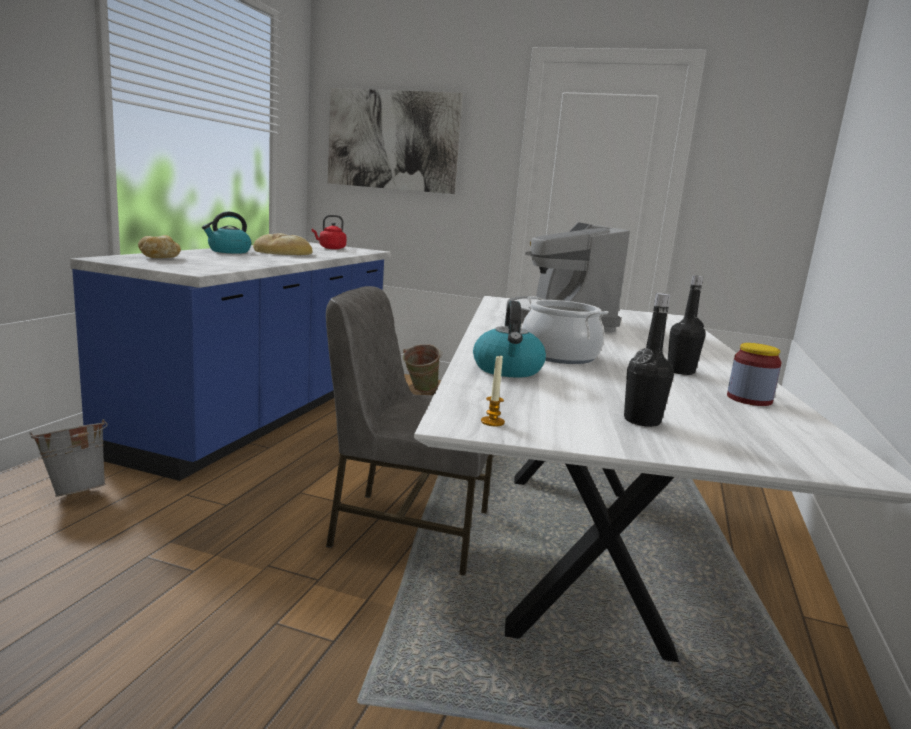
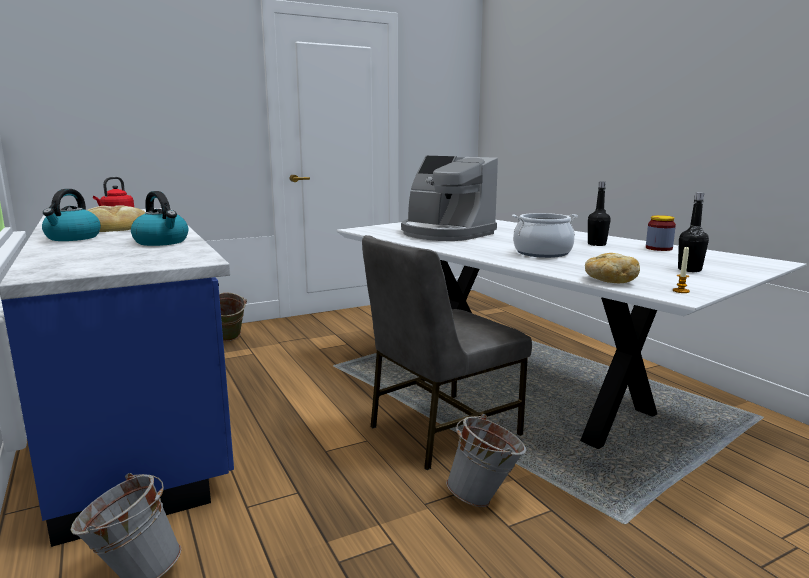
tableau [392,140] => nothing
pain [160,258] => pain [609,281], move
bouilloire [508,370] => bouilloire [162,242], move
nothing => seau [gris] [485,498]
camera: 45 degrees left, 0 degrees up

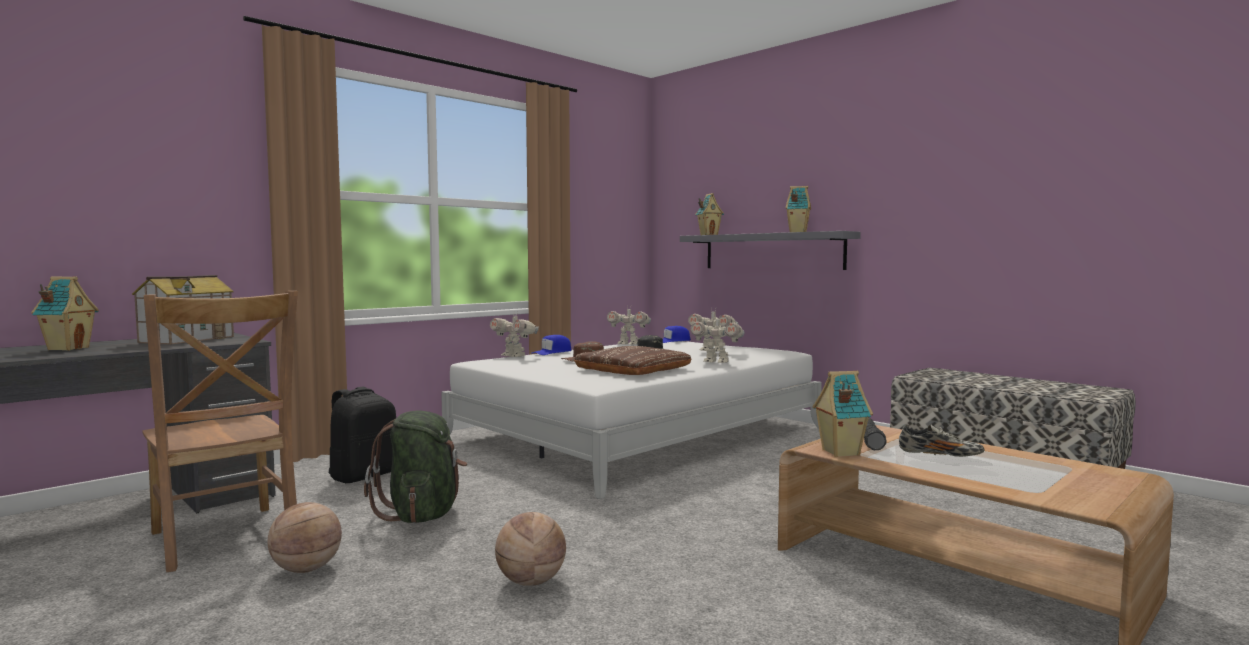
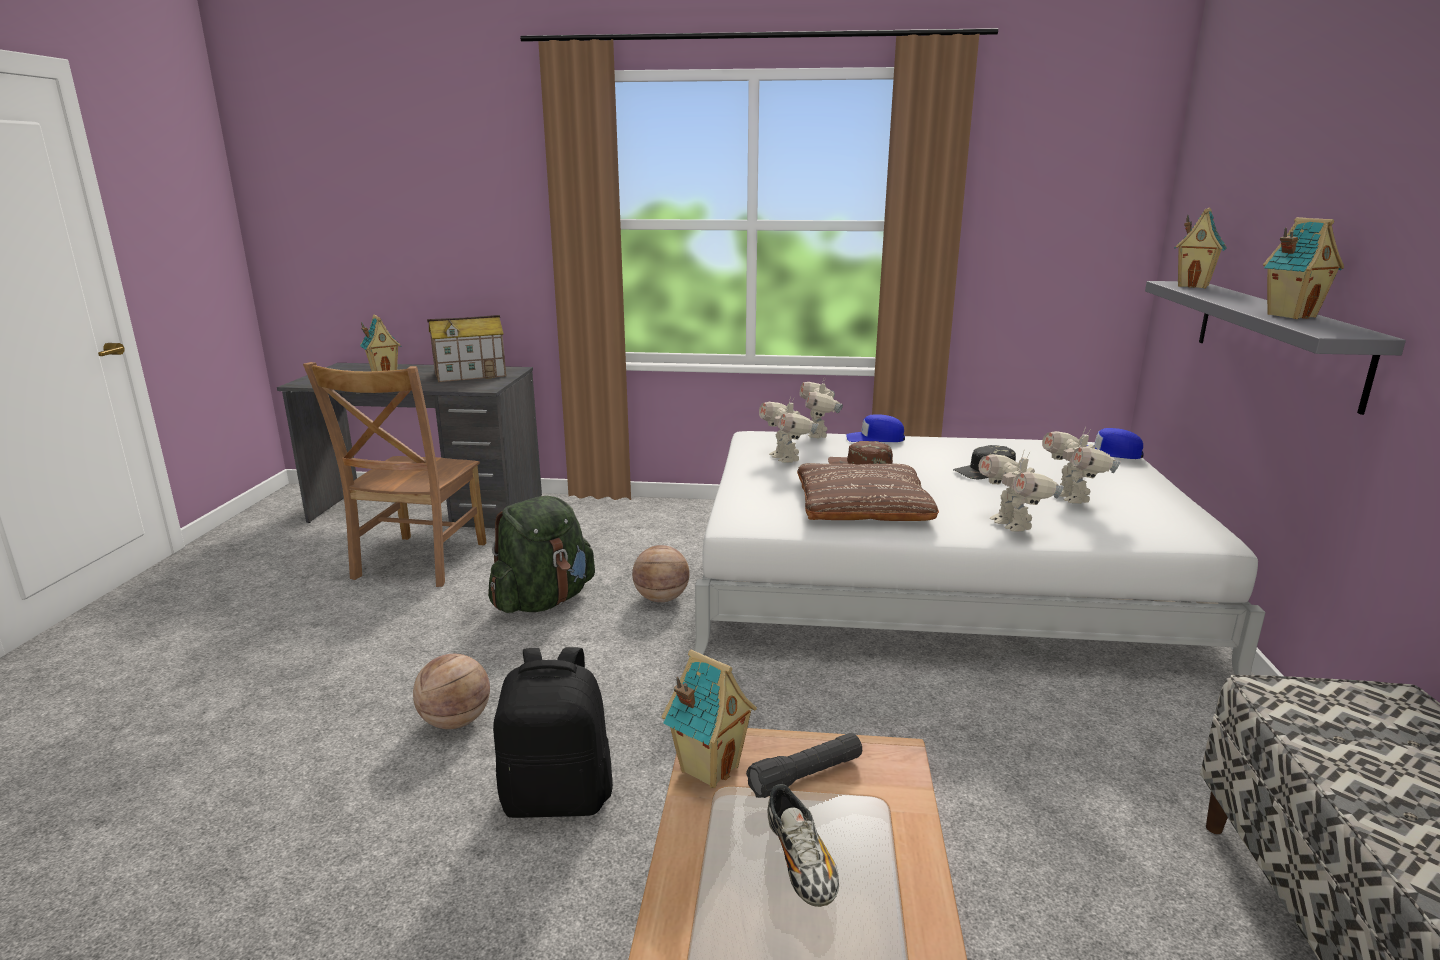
robot jouet [628,344] => robot jouet [786,459], move
sac à dos [noir] [363,475] => sac à dos [noir] [558,796], move
ballon de basket [306,569] => ballon de basket [661,598], move
camera: 50 degrees right, 15 degrees up

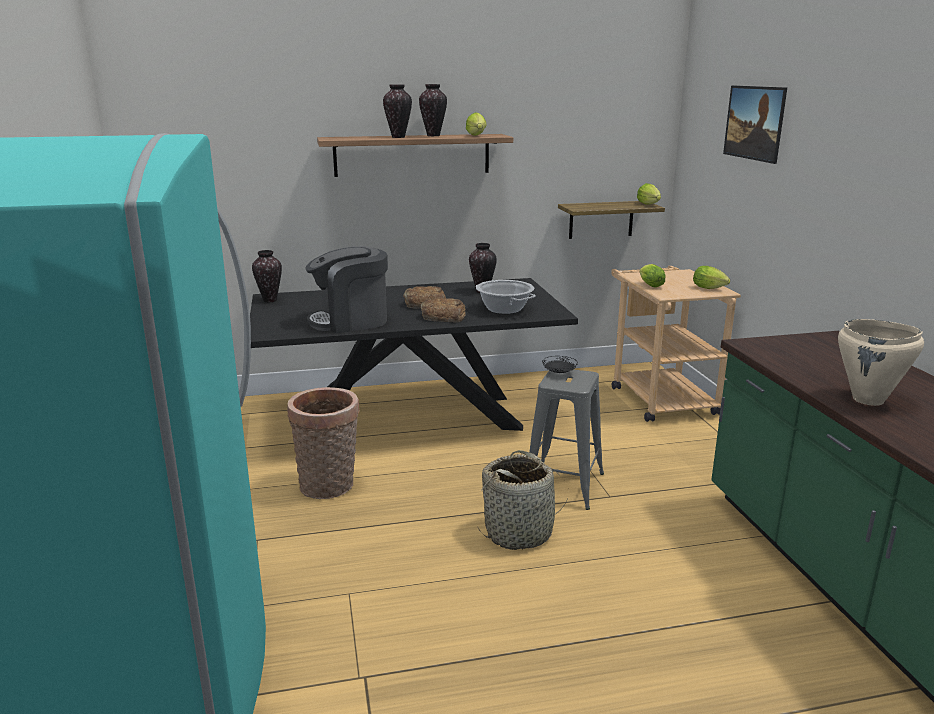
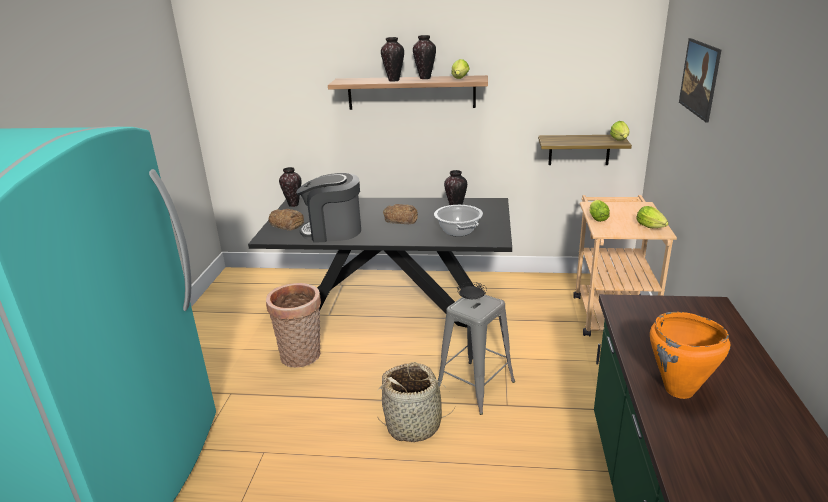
pain [443,316] => pain [287,223], move
marmite [beige] [868,400] => marmite [orange] [679,390]
camera: 20 degrees right, 5 degrees up

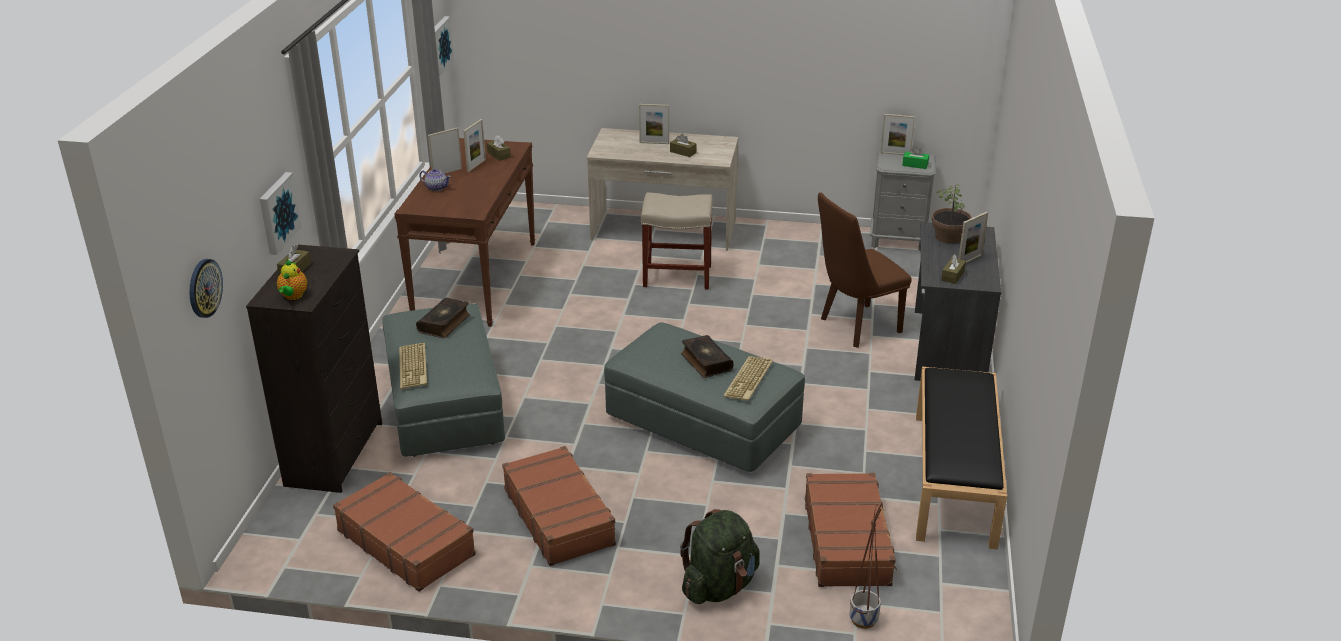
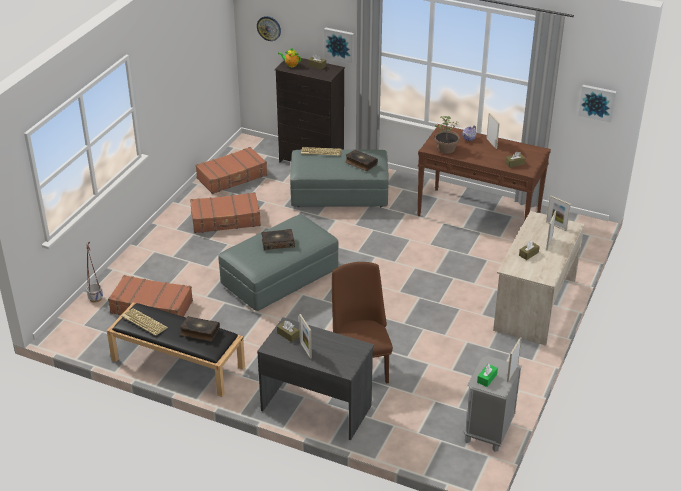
cadre photo [476,165] => cadre photo [556,226], move
plante en pot [949,236] => plante en pot [446,149], move
tabouret [beige] [676,276] => nothing
clavier [749,380] => clavier [143,322], move
sac à dos [vert] [719,586] => nothing
nothing => livre [200,332]
camera: 105 degrees right, 5 degrees up

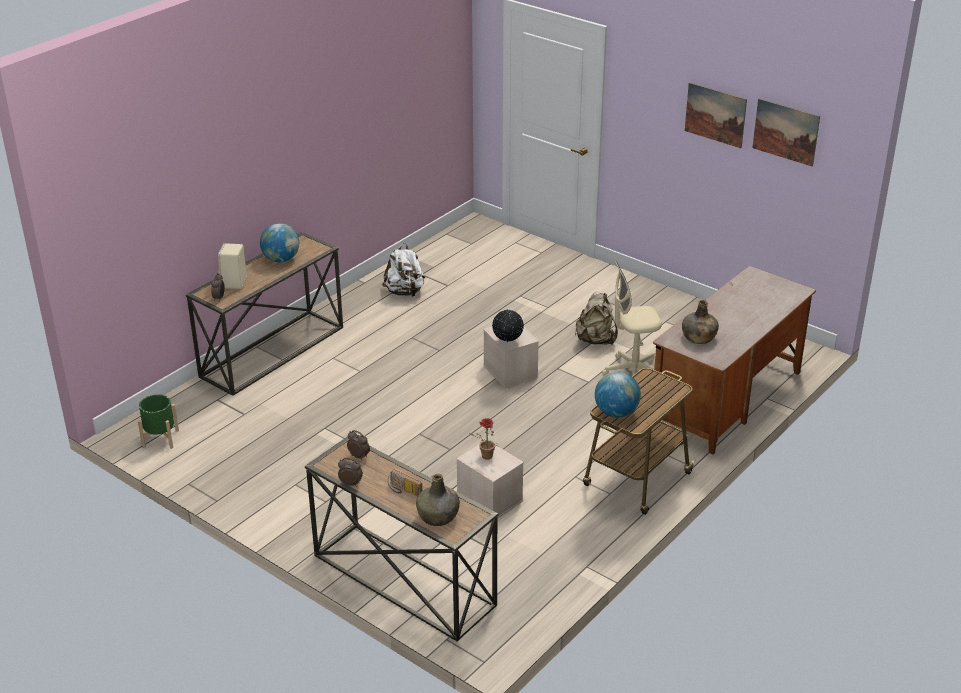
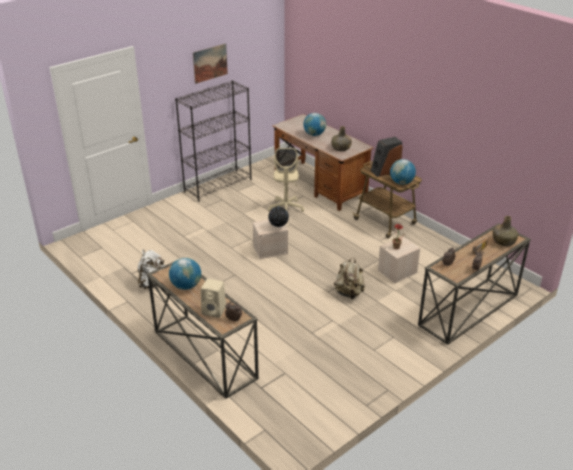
tableau [785,132] => nothing
sac à dos [beige] [596,340] => sac à dos [beige] [349,293], move
cache-pot [vert] [160,439] => nothing
nothing => bibliothèque [noir] [218,185]
nothing => globe [314,134]
nothing => enceinte [385,171]
camera: 80 degrees left, 0 degrees up

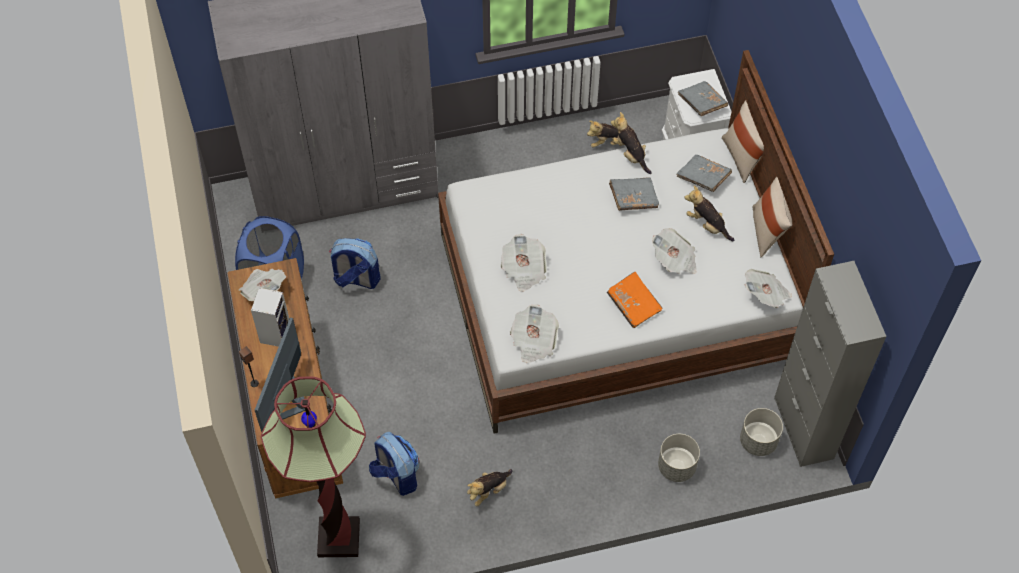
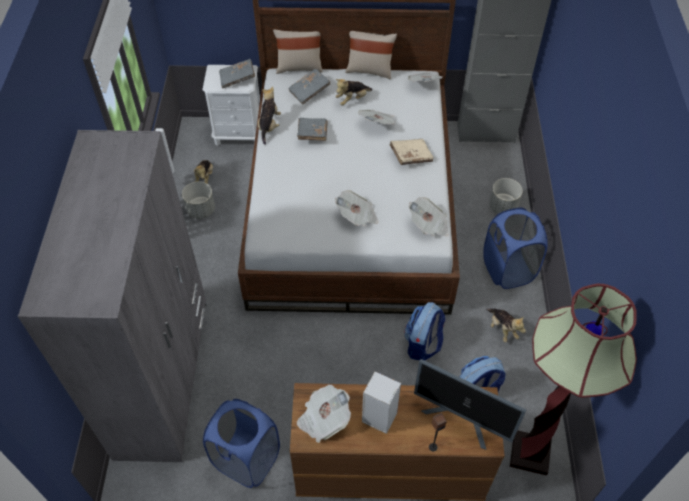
peluche [630,154] => peluche [269,126], 120 degrees clockwise
sac à dos [356,279] => sac à dos [423,344], move
livre [orange] [633,304] => livre [beige] [411,156]
cache-pot [gris] [758,441] => cache-pot [gris] [200,210], move
nothing => panier à linge [bleu] [508,269]
camera: 75 degrees left, 5 degrees down

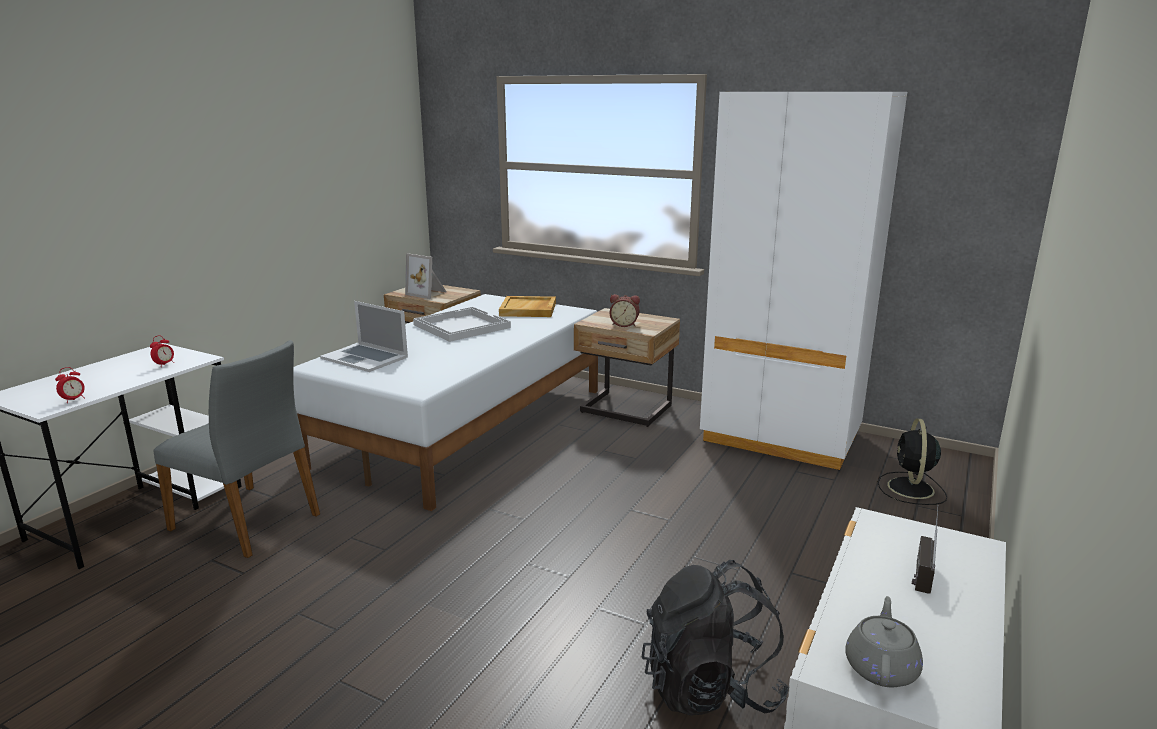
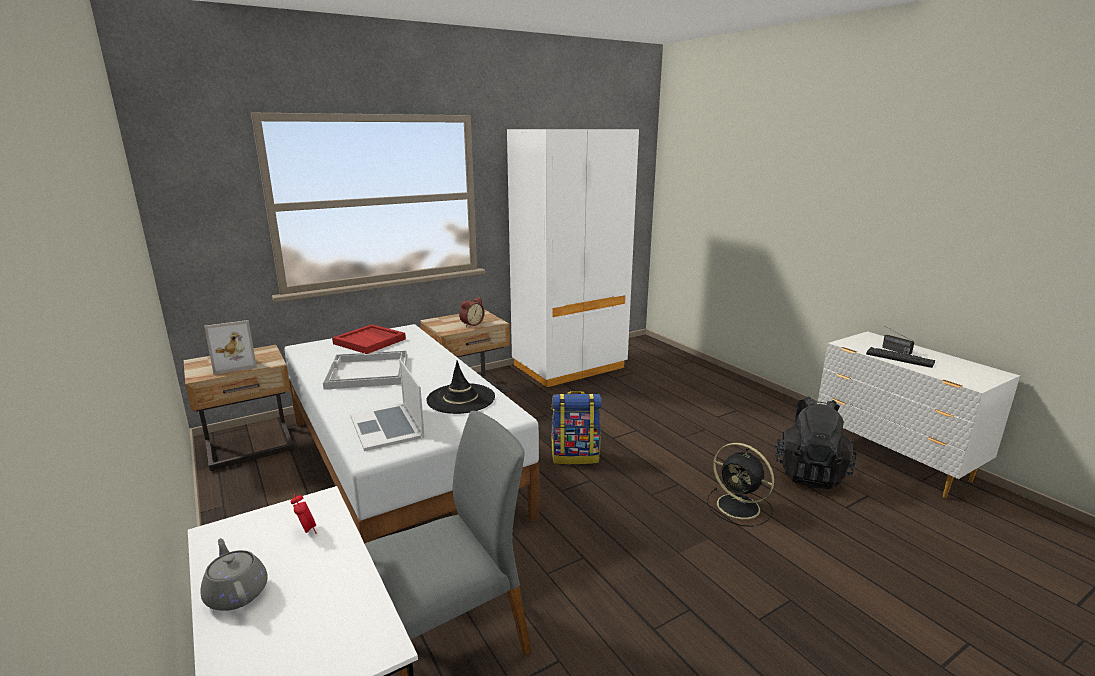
plateau [beige] [528,309] => plateau [rouge] [370,341]
ordinateur portable [365,357] => ordinateur portable [387,426], 90 degrees clockwise
réveil [74,400] => nothing
ventilateur [noir] [911,489] => ventilateur [noir] [740,507], move
théière [gris] [881,667] => théière [gris] [236,593], move
nothing => clavier [899,358]
nothing => chapeau [noir] [461,399]
nothing => sac à dos [575,456]
camera: 60 degrees left, 0 degrees up

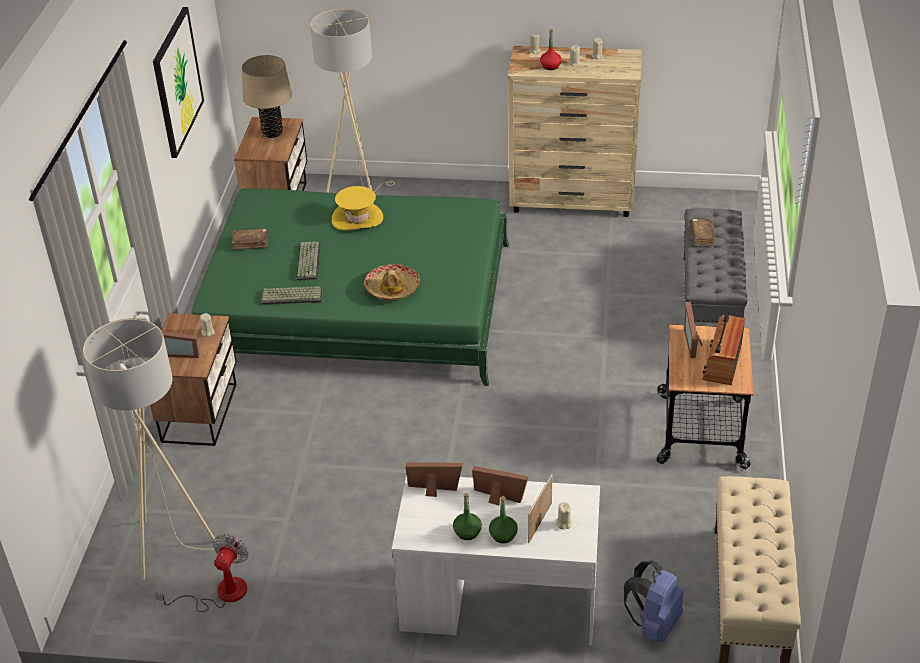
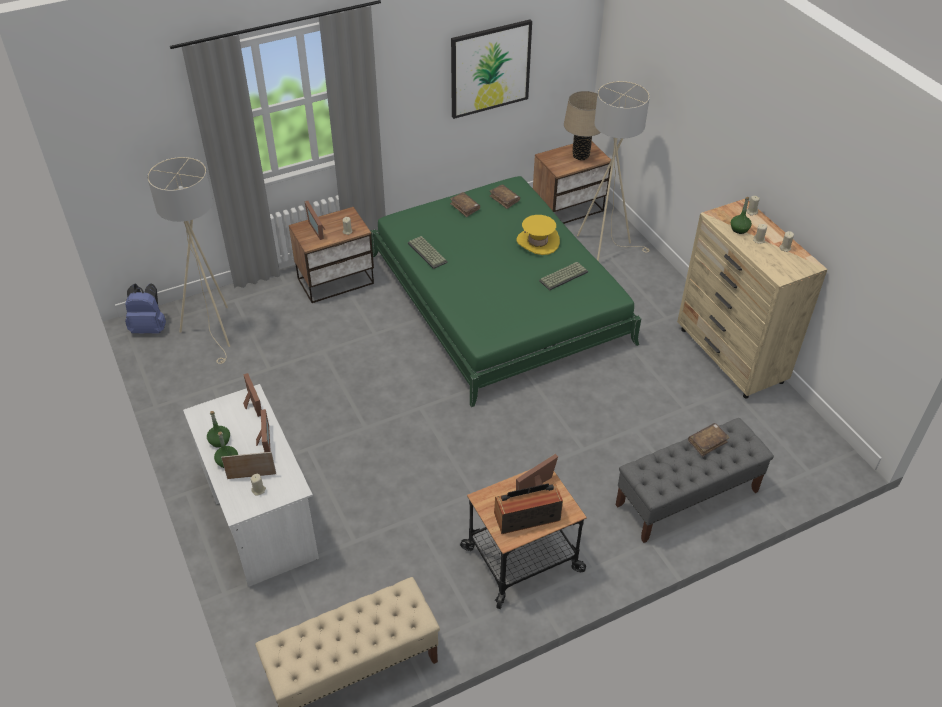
bouteille [rouge] [550,66] => bouteille [vert] [739,229]
clavier [307,261] => clavier [563,276], move
chapeau [392,288] => nothing
ventilateur [220,593] => nothing
sac à dos [bleu] [653,624] => sac à dos [bleu] [150,328], move
nothing => livre [marron] [504,199]
camera: 55 degrees right, 5 degrees up

